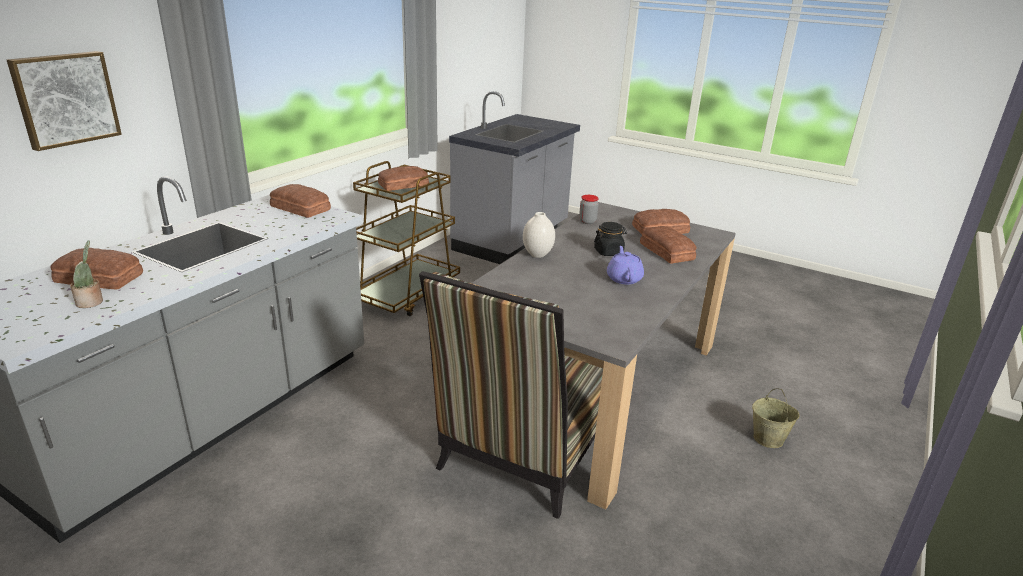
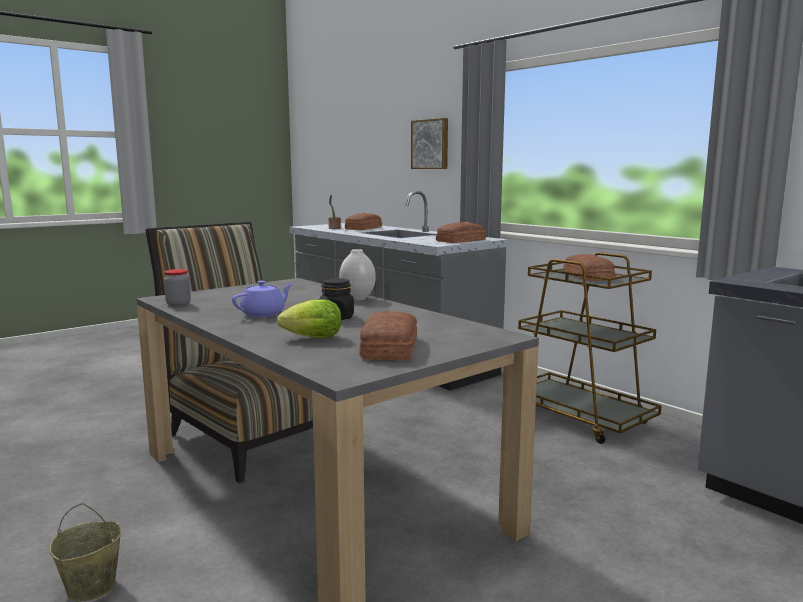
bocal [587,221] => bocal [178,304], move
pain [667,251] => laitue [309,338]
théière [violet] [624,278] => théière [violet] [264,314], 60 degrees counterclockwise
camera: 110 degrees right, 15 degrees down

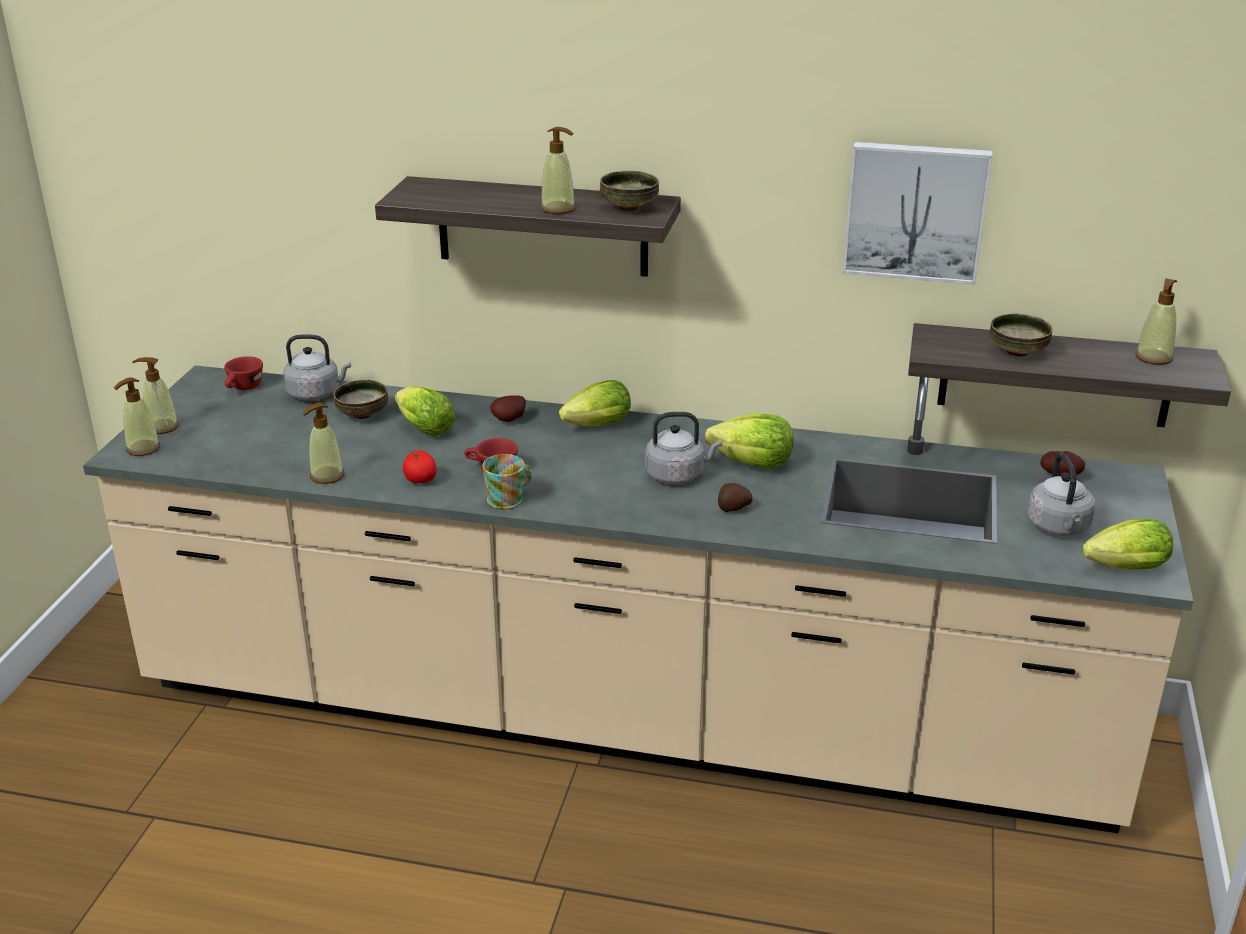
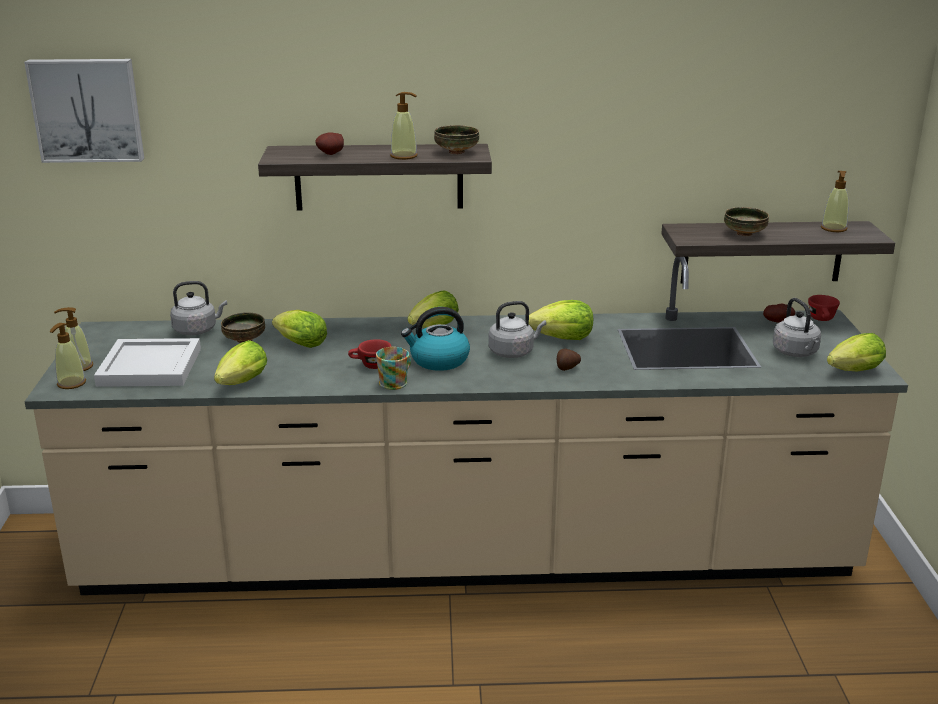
tableau [915,211] => tableau [87,110], move
tasse [rouge] [243,388] => tasse [rouge] [822,320], move
pomme de terre [510,420] => pomme de terre [332,154], move
distributeur de savon [327,476] => laitue [240,384]
tomate [420,480] => nothing
nothing => bouilloire [438,360]
nothing => plateau [blanc] [148,367]
camera: 15 degrees left, 5 degrees down

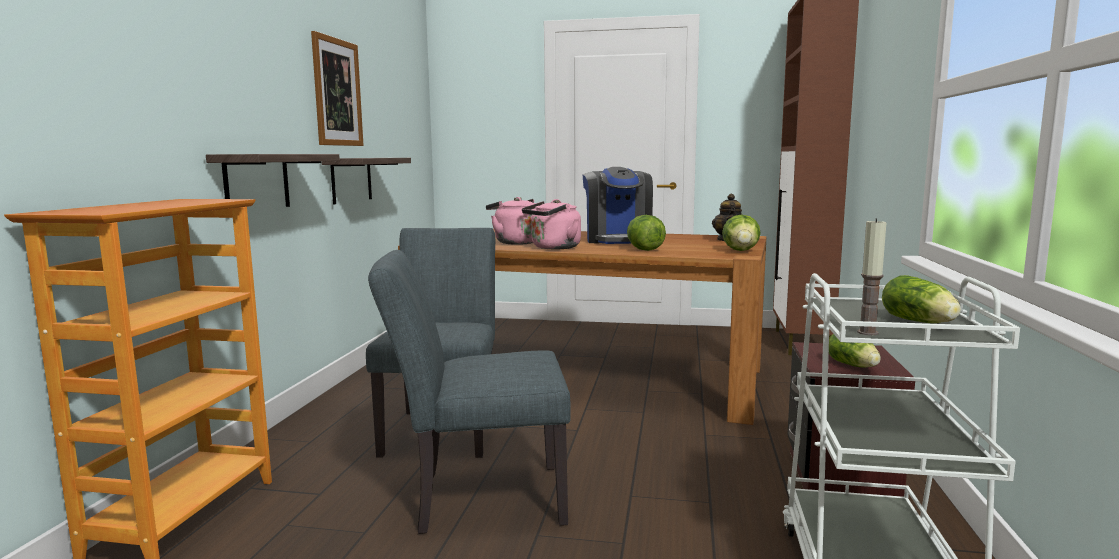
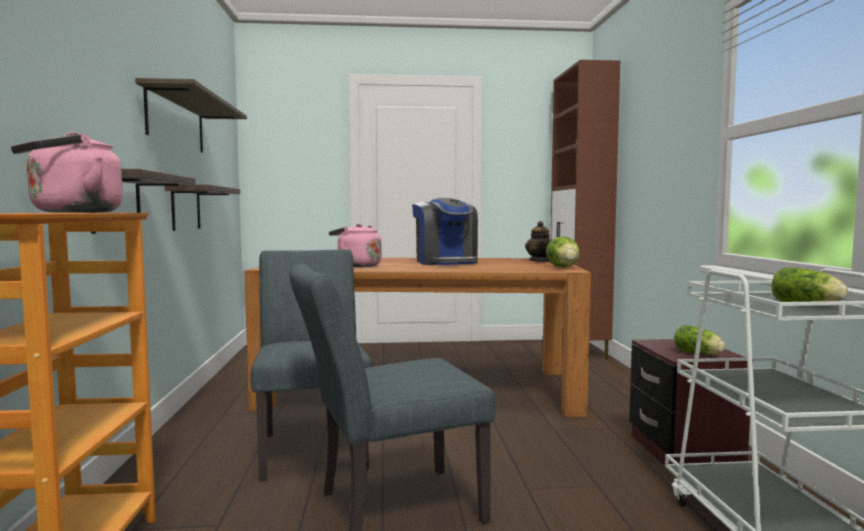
tableau [337,92] => étagère [176,122]
bouilloire [rose] [553,248] => bouilloire [rose] [71,212], move
laitue [644,250] => nothing
bougie [867,332] => nothing
camera: 15 degrees left, 5 degrees down

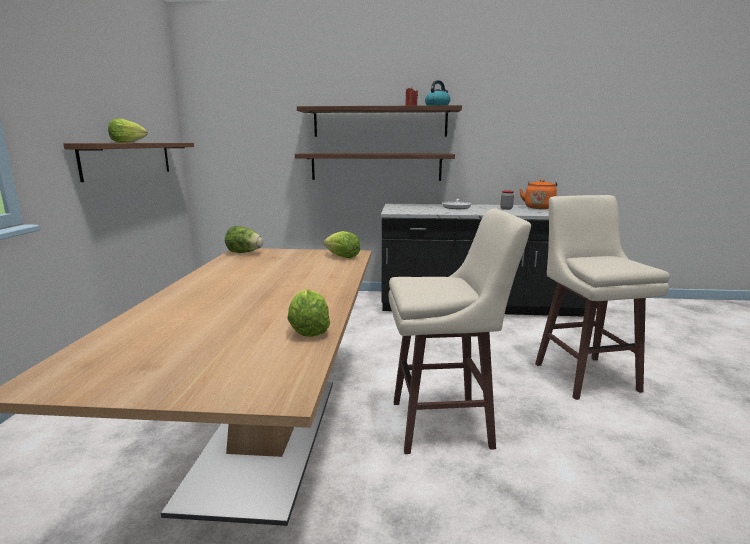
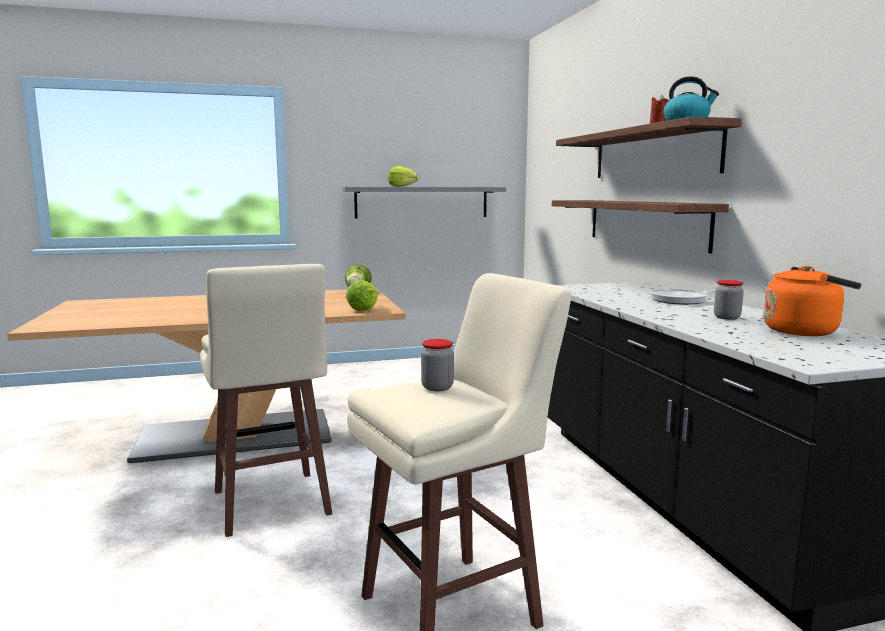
étagère [marron] [128,159] => étagère [gris] [422,202]
laitue [308,330] => nothing
nothing => bocal [437,387]
camera: 70 degrees right, 5 degrees down

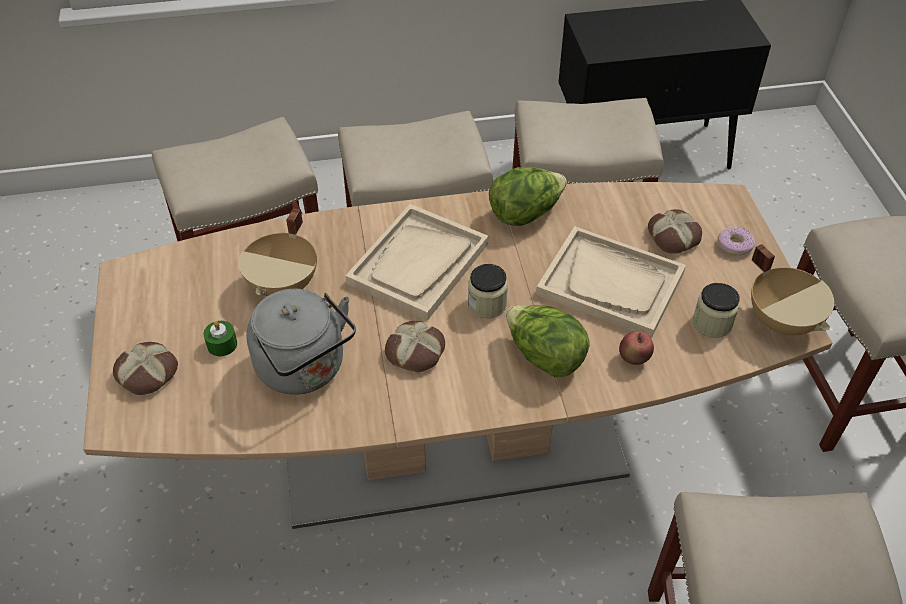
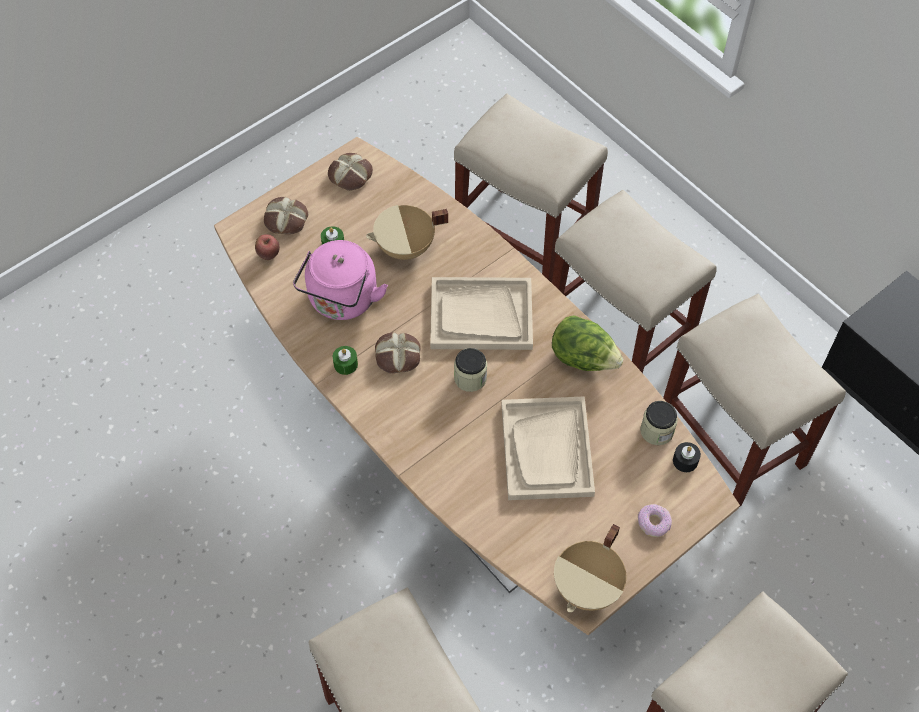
pain [674,236] => pain [351,176], move
bocal [712,323] => bocal [656,431], move
bouilloire [gris] [305,369] => bouilloire [rose] [342,301]
laitue [544,357] => nothing
pomme [633,359] => pomme [268,255], move
nothing => bougie [vert] [345,364]
nothing => bougie [noir] [685,461]
camera: 60 degrees right, 10 degrees up

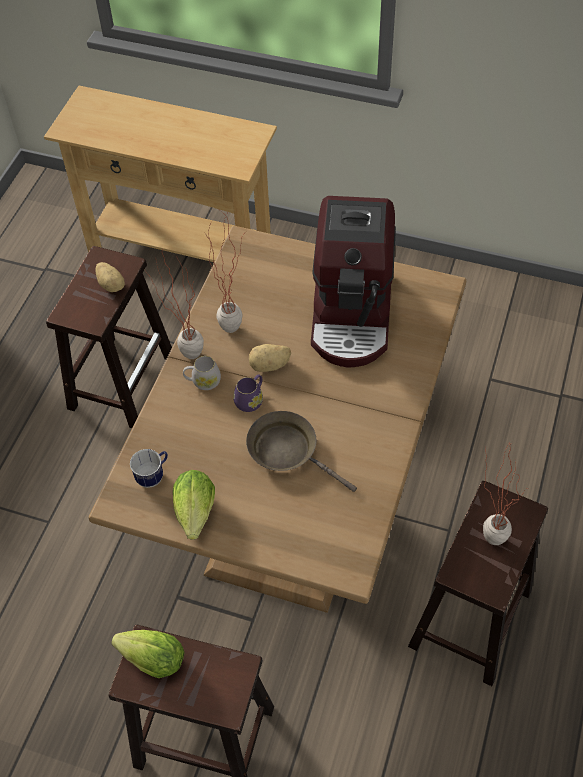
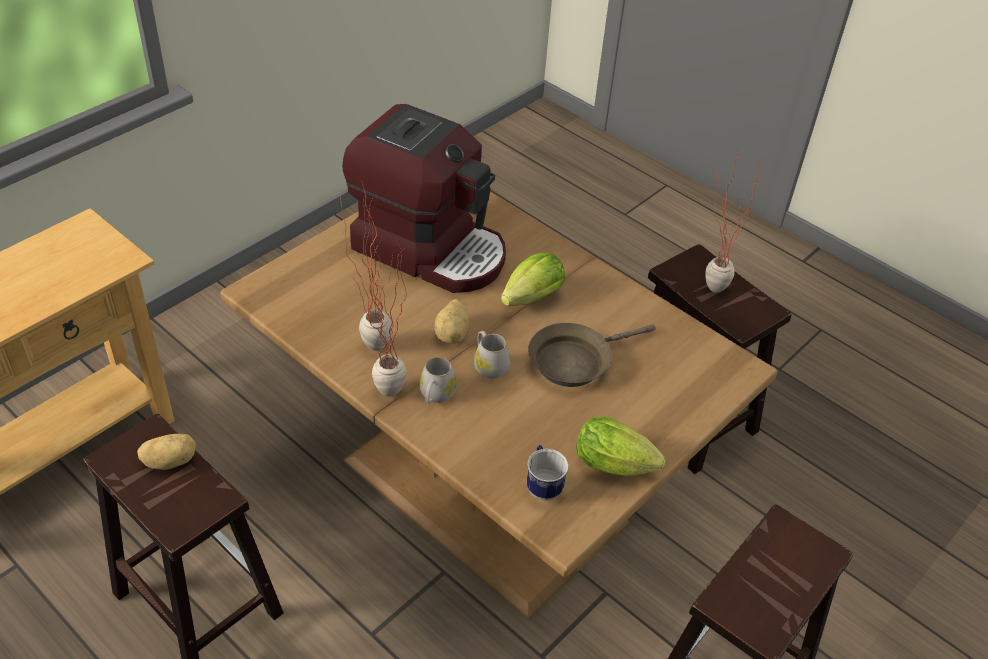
mug [violet] [251,400] => mug [blanc] [489,365]
laitue [149,658] => laitue [529,300], move
camera: 70 degrees left, 10 degrees down

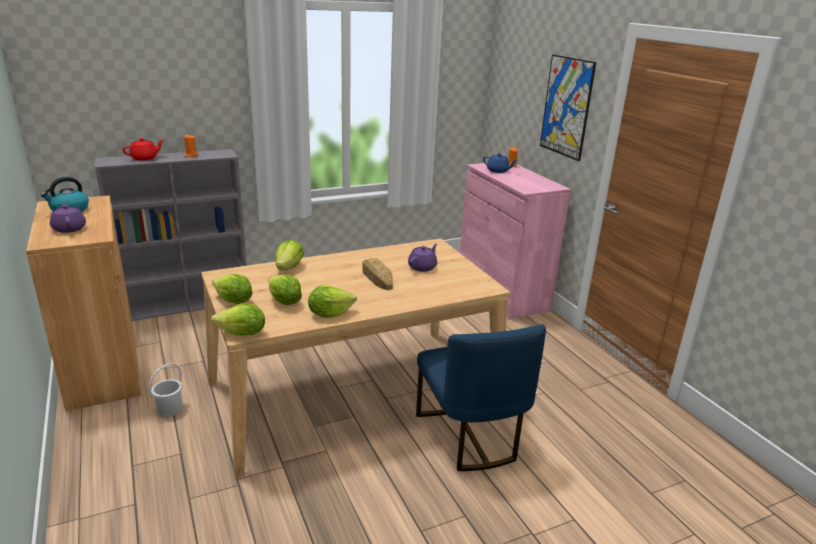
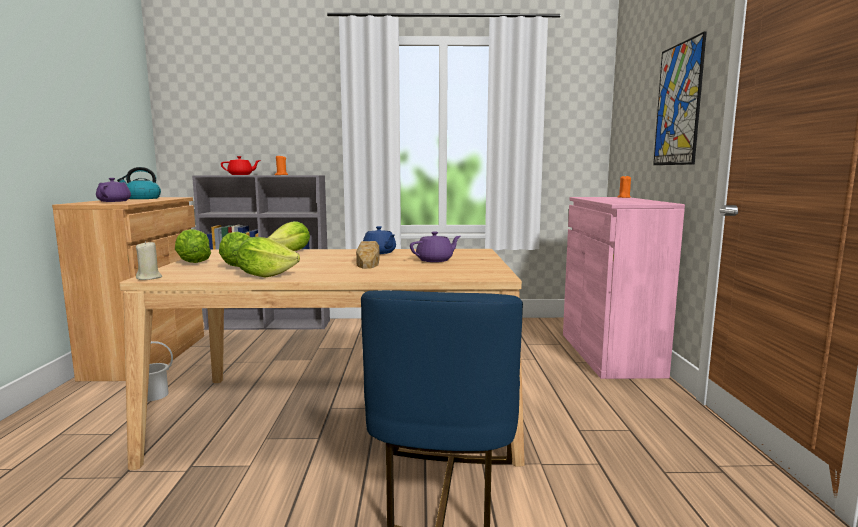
théière [bleu] [498,171] => théière [bleu] [379,252], move
laitue [242,334] => bougie [beige] [149,278]
camera: 25 degrees right, 15 degrees down

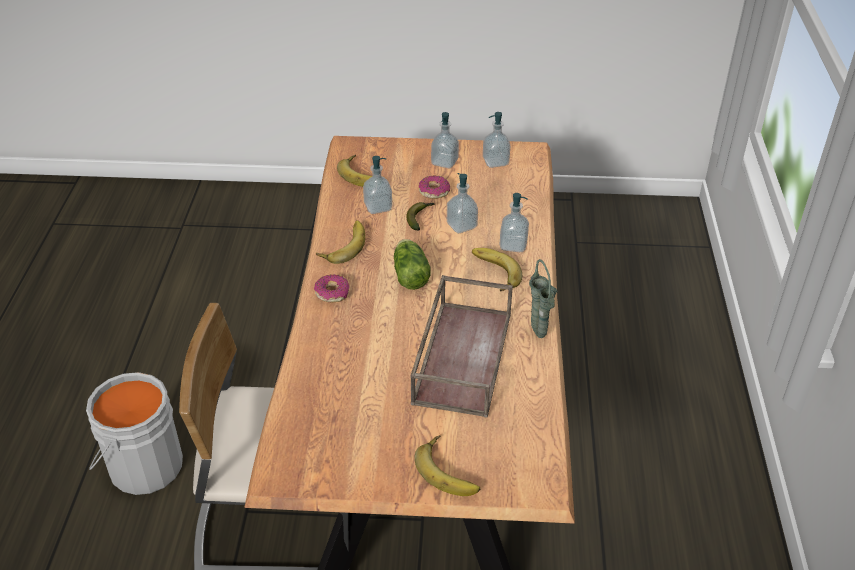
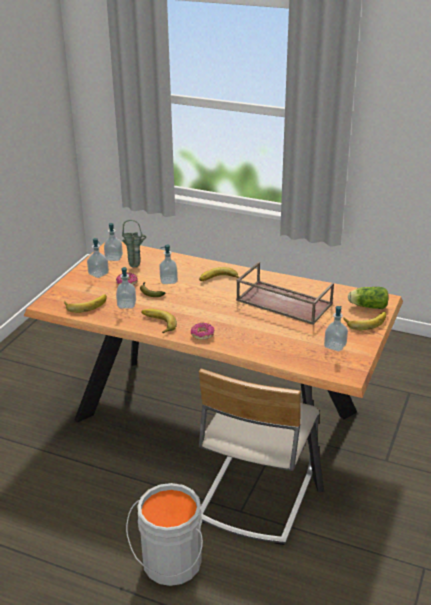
distributeur de savon [513,245] => distributeur de savon [335,346], move
laitue [410,273] => laitue [367,306], move
vase [vert] [539,337] => vase [vert] [136,267], move
camera: 70 degrees left, 10 degrees down

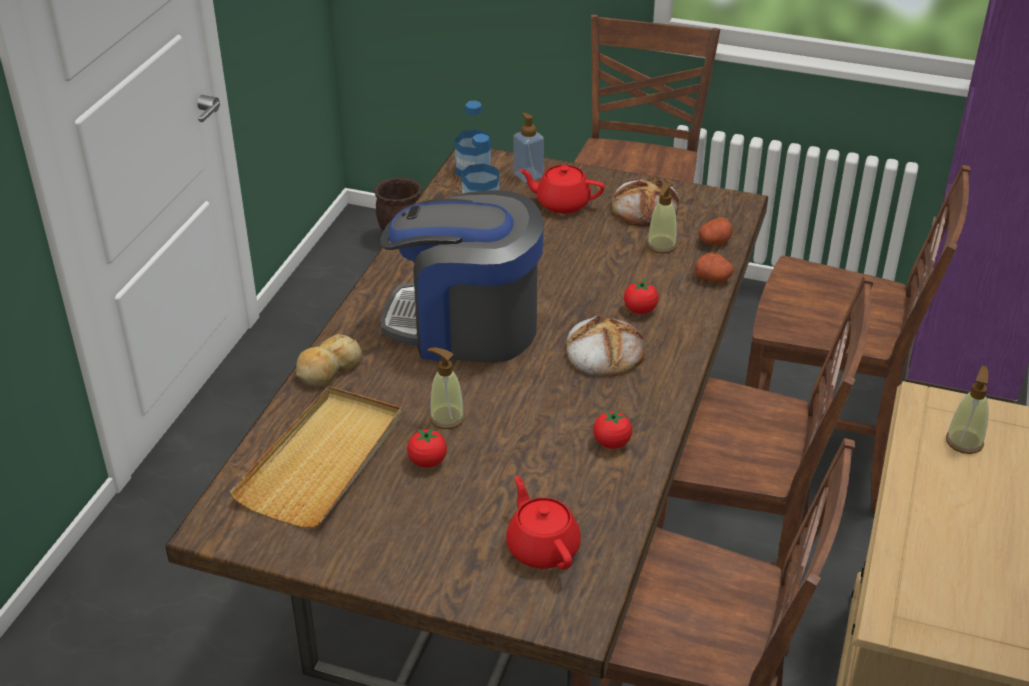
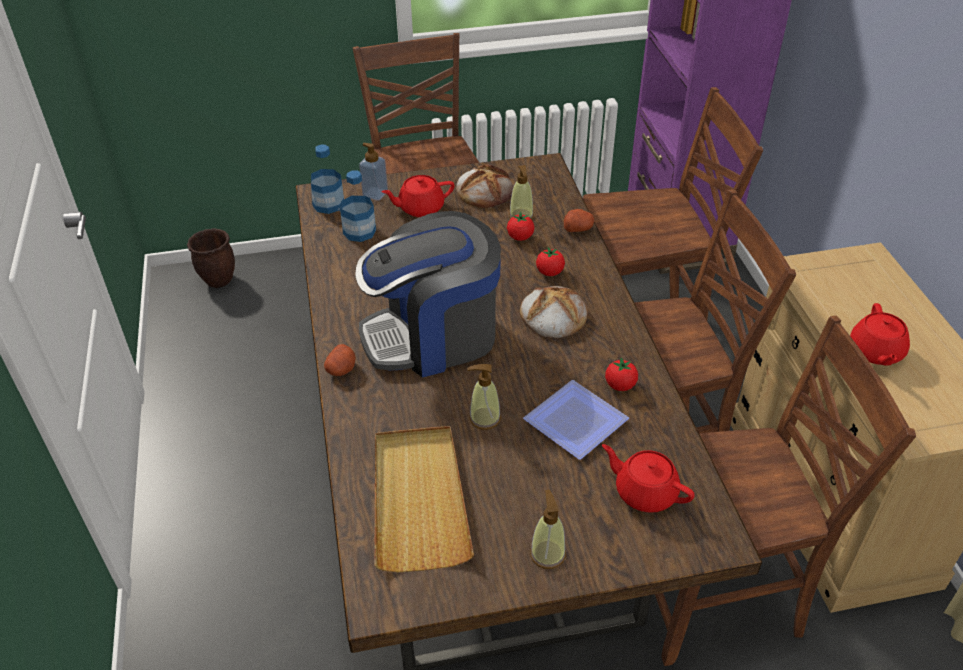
pomme de terre [714,242] => pomme de terre [341,369], move
pain [328,369] => nothing
distributeur de savon [964,442] => distributeur de savon [547,554], move
tomate [427,461] => tomate [520,237], move
nothing => théière [rouge] [875,352]
nothing => assiette [575,419]
camera: 30 degrees left, 5 degrees up

